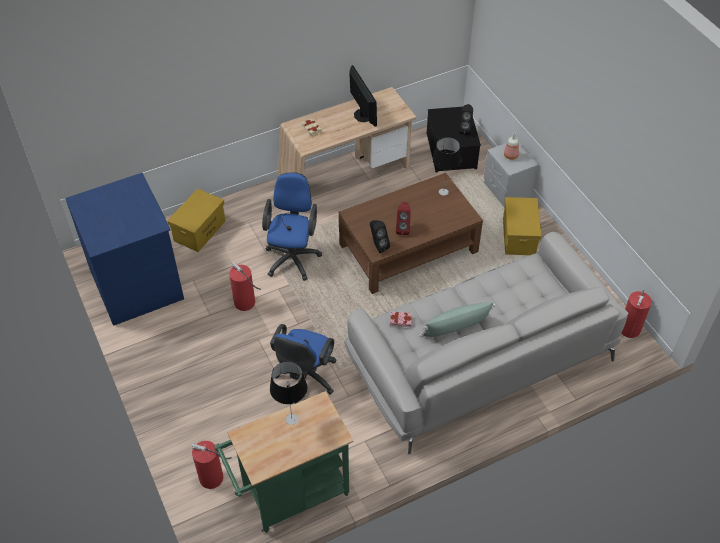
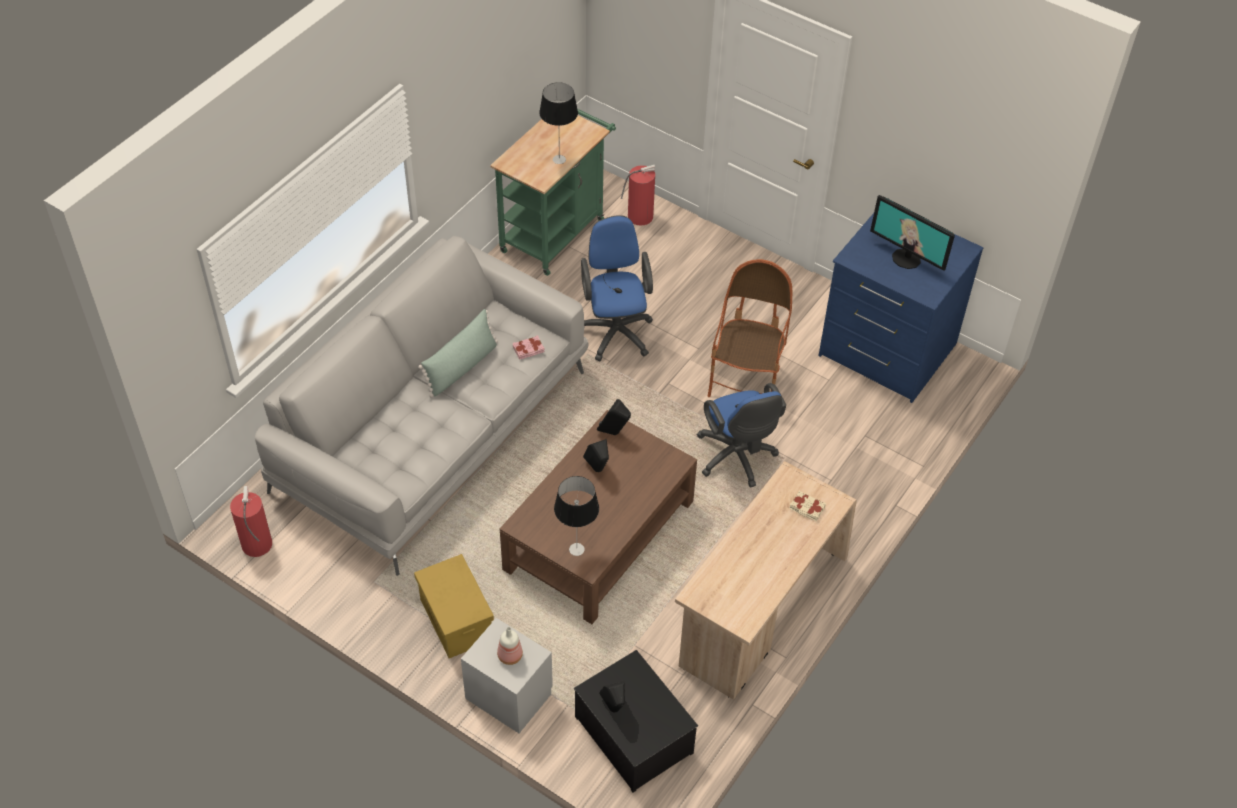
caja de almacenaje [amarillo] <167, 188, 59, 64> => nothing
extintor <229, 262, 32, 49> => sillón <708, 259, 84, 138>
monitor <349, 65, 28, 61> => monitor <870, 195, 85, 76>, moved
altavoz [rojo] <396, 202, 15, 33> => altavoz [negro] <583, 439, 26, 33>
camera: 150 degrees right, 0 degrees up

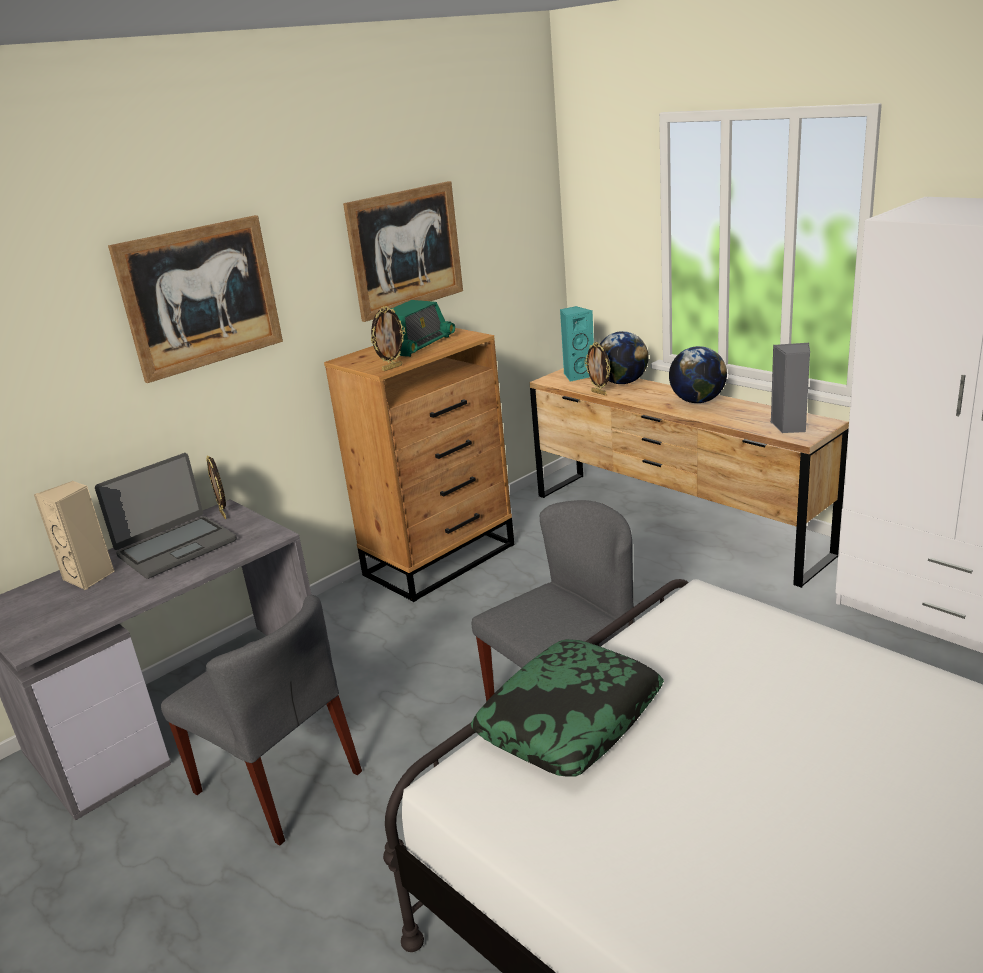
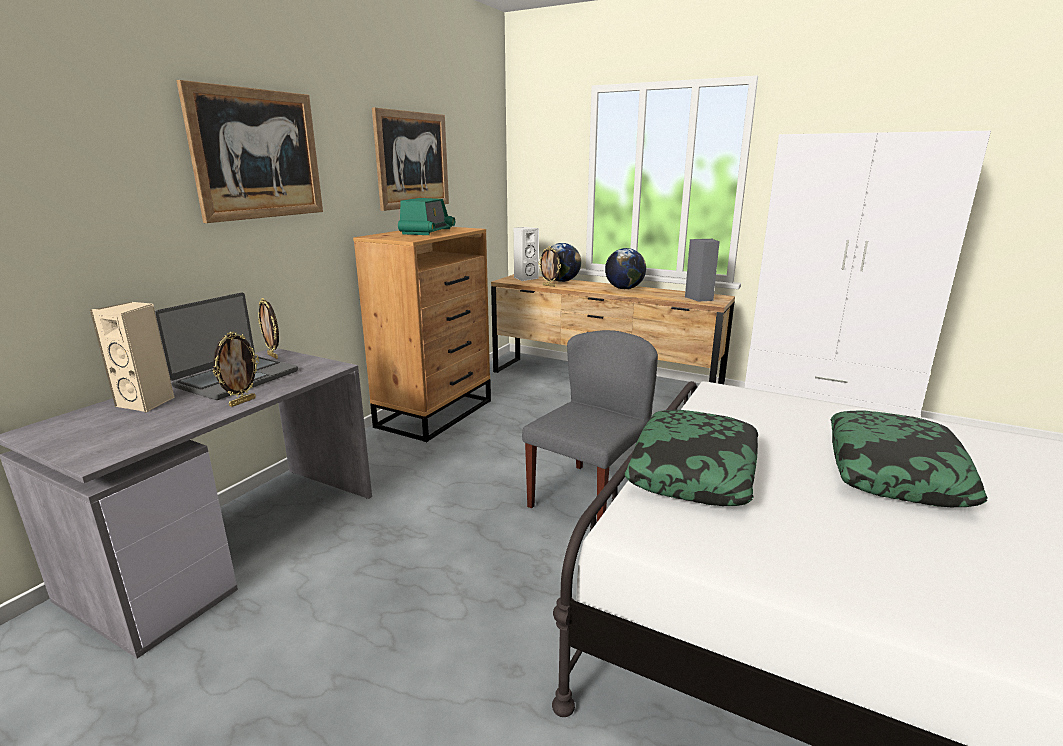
silla [gris] <161, 595, 201, 250> => nothing
portarretratos <371, 306, 35, 65> => portarretratos <213, 331, 46, 76>, moved
altavoz [turquesa] <560, 306, 34, 76> => altavoz [blanco] <514, 227, 25, 54>
nothing => cojín <830, 411, 157, 96>
camera: 20 degrees left, 5 degrees down

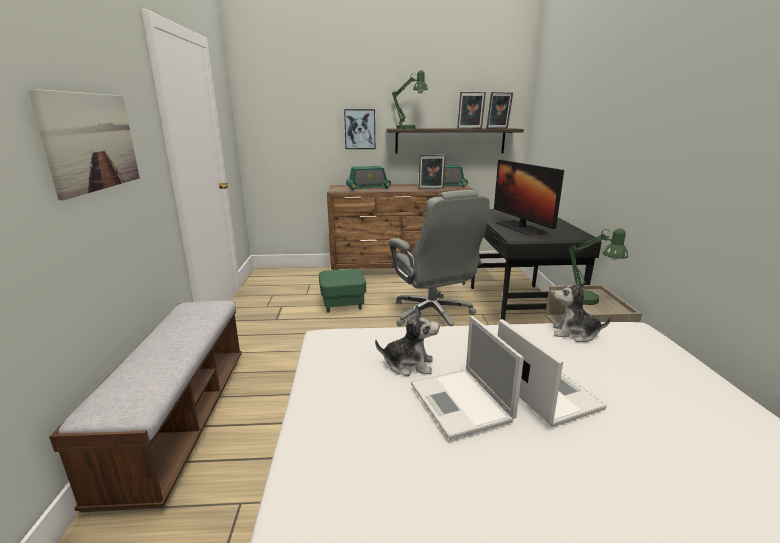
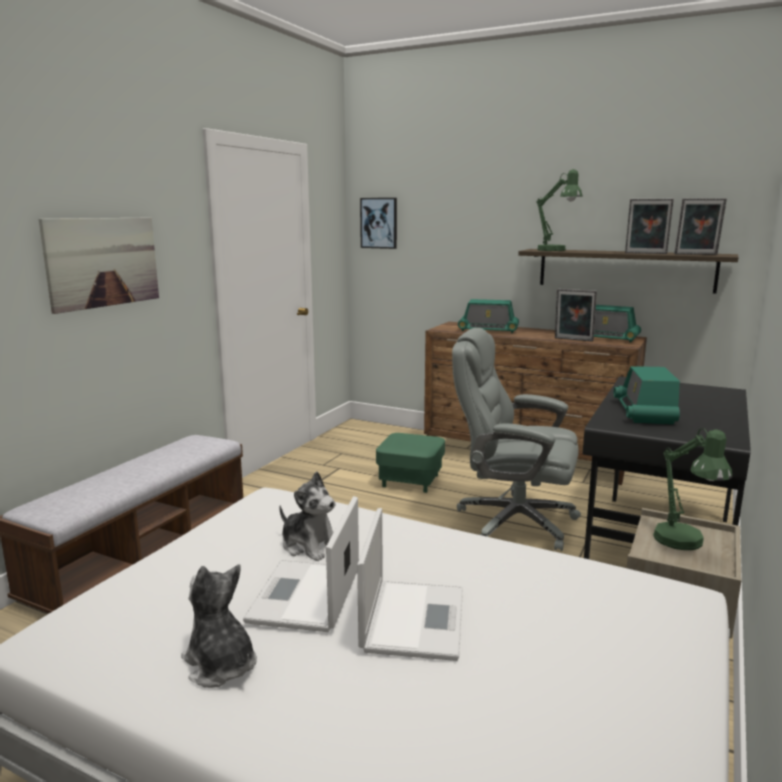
cuadro <344, 109, 31, 40> => cuadro <360, 198, 37, 51>, moved
silla de oficina [gris] <388, 190, 102, 136> => silla de oficina [gris] <452, 328, 129, 223>, 105 degrees clockwise
monitor <494, 160, 70, 76> => radio <614, 366, 66, 59>
peluche <553, 281, 58, 61> => peluche <181, 565, 76, 123>, moved
camera: 30 degrees right, 5 degrees down

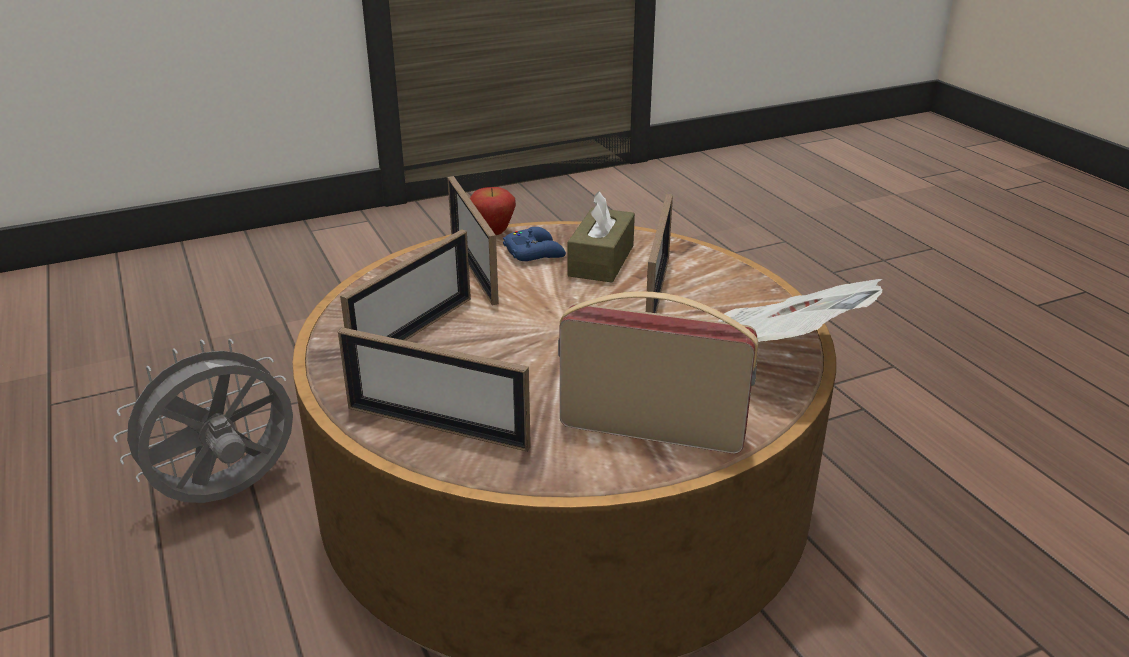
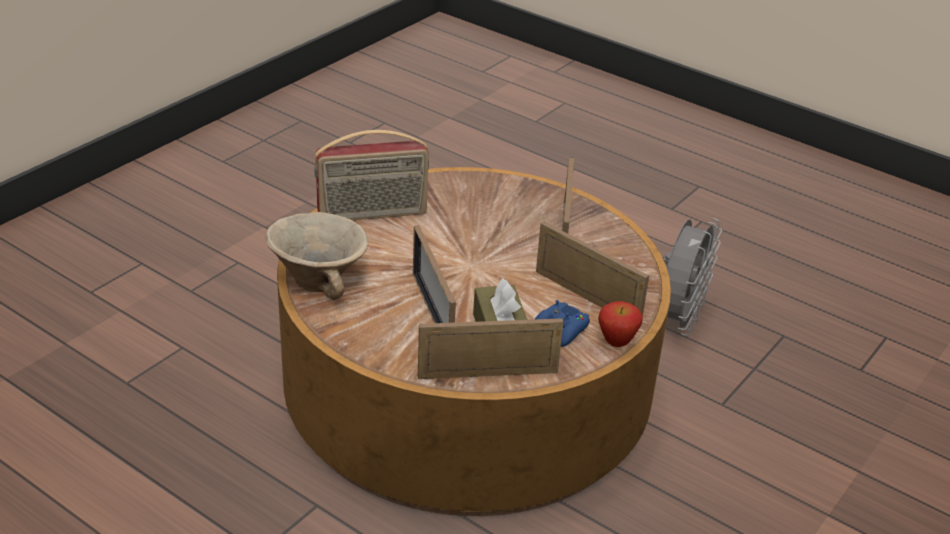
portarretratos <338, 327, 193, 125> => portarretratos <418, 318, 145, 61>, moved
periódico <719, 279, 164, 63> => cuenco [beis] <265, 212, 104, 88>
camera: 150 degrees right, 5 degrees up

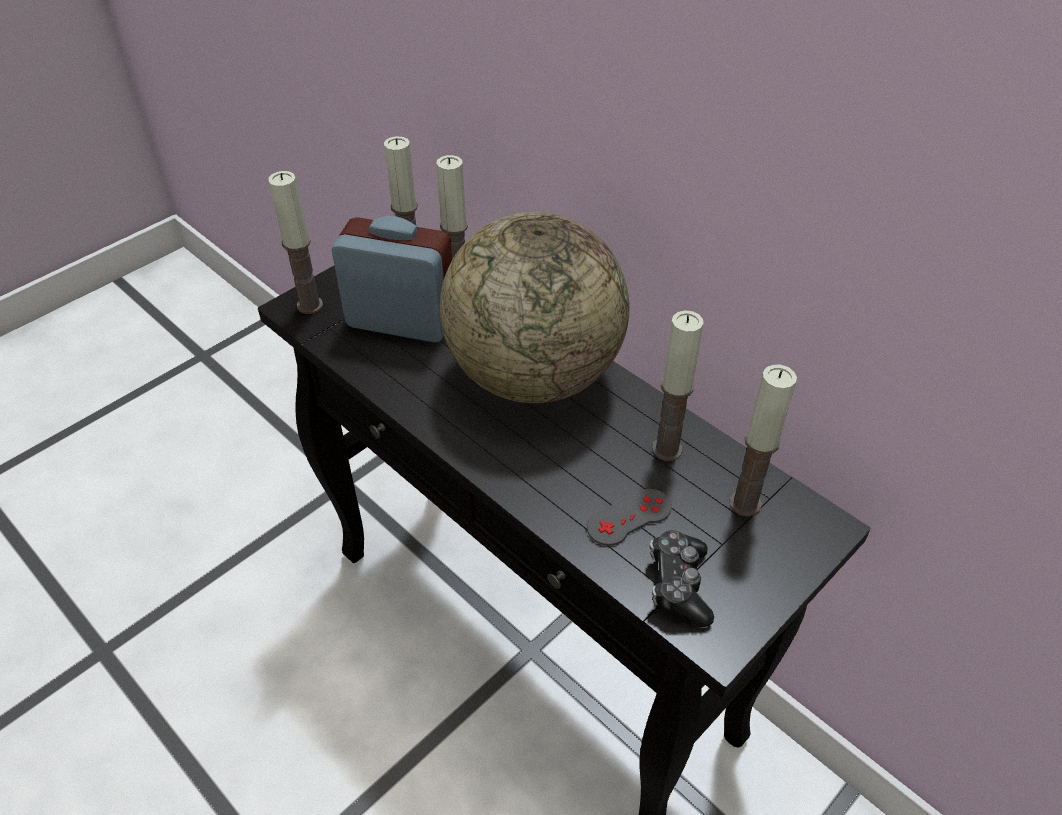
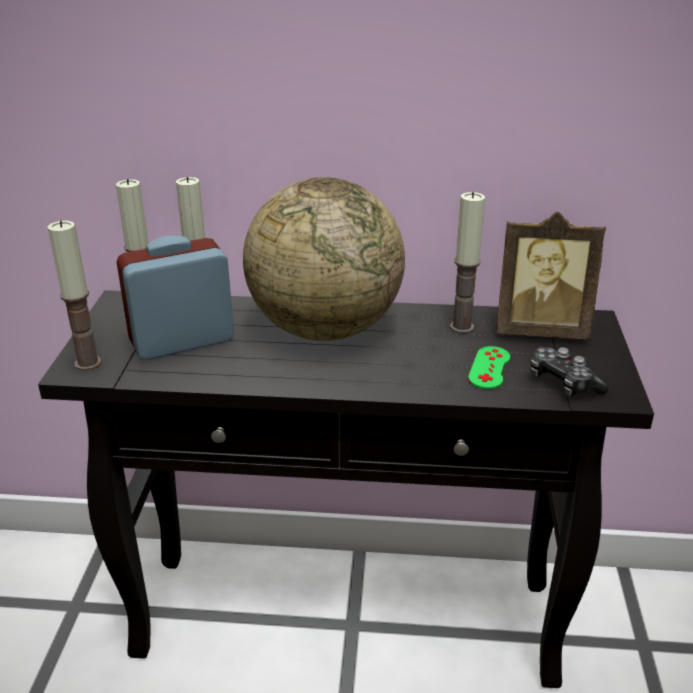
mando de consola [gris] <587, 489, 85, 57> => mando de consola [verde] <468, 346, 42, 43>
vela <730, 365, 67, 152> => portarretratos <496, 211, 110, 129>
camera: 40 degrees left, 15 degrees down

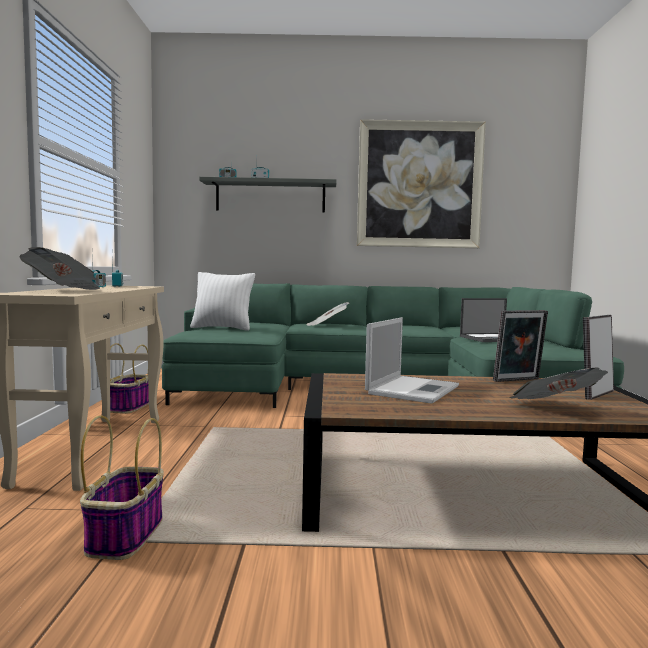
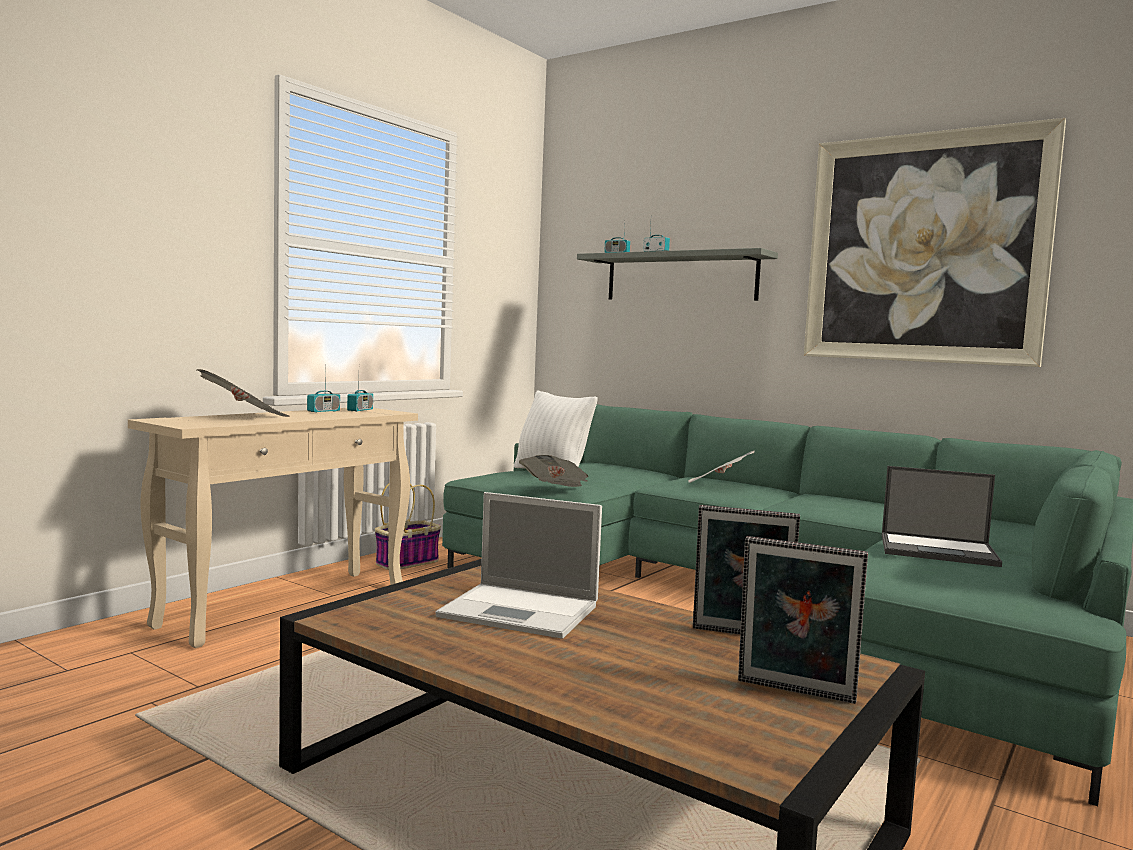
cesta <80, 415, 84, 145> => nothing
portátil <365, 317, 94, 87> => portátil <436, 492, 166, 147>, 45 degrees clockwise
periódico <509, 367, 99, 32> => periódico <519, 455, 69, 32>, moved
portarretratos <583, 315, 31, 85> => portarretratos <738, 536, 130, 168>, 150 degrees counterclockwise
camera: 35 degrees right, 0 degrees up

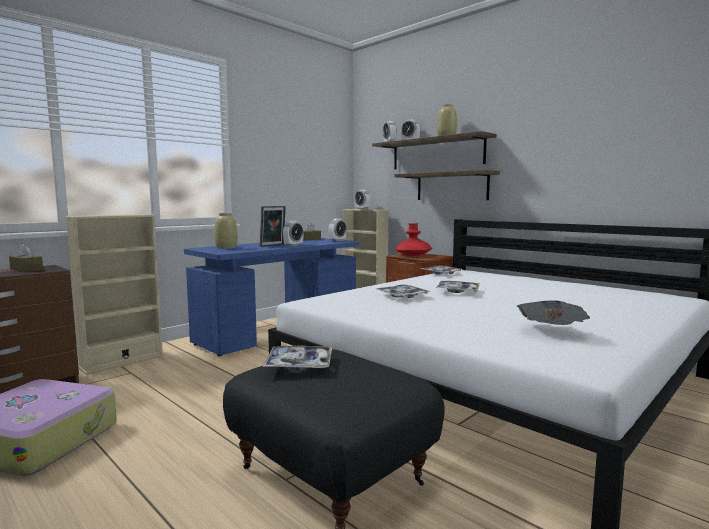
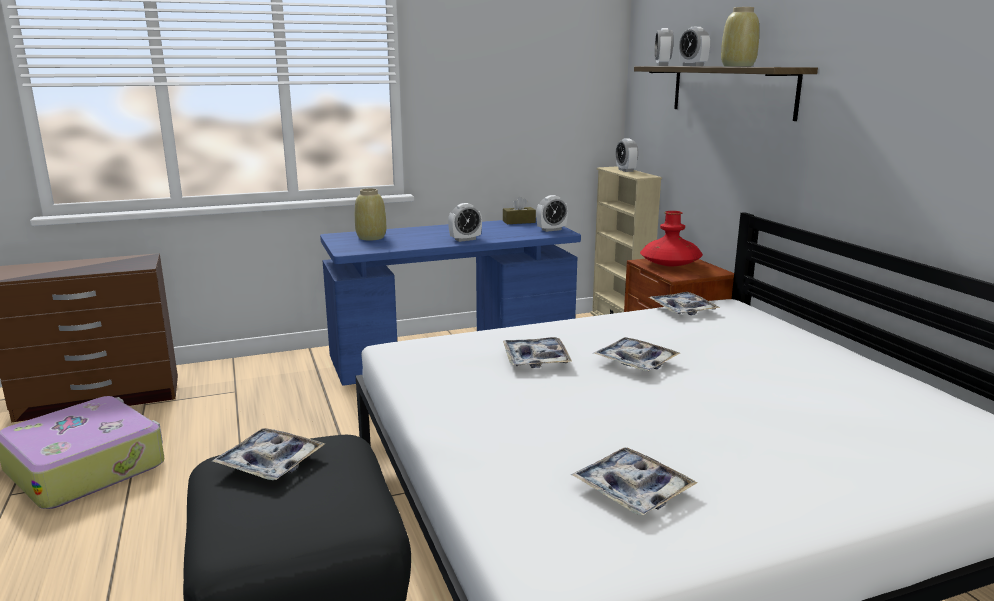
caja de pañuelos [marrón] <9, 243, 34, 29> => nothing
estantería [beis] <64, 214, 101, 161> => nothing
portarretratos <260, 206, 26, 41> => nothing
estante <395, 170, 105, 30> => nothing
periódico <517, 300, 73, 25> => bandeja <571, 447, 127, 68>
camera: 25 degrees right, 10 degrees up

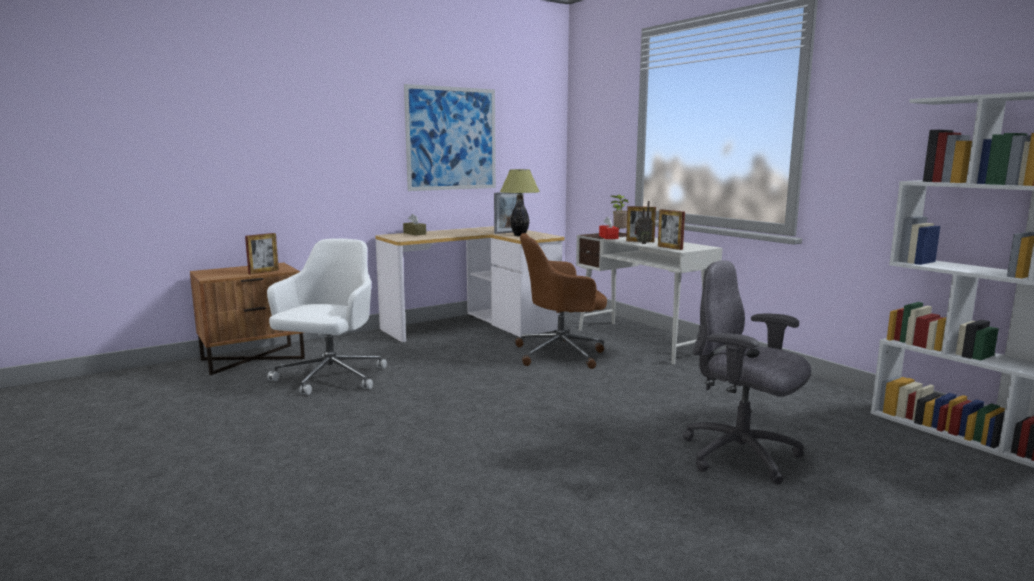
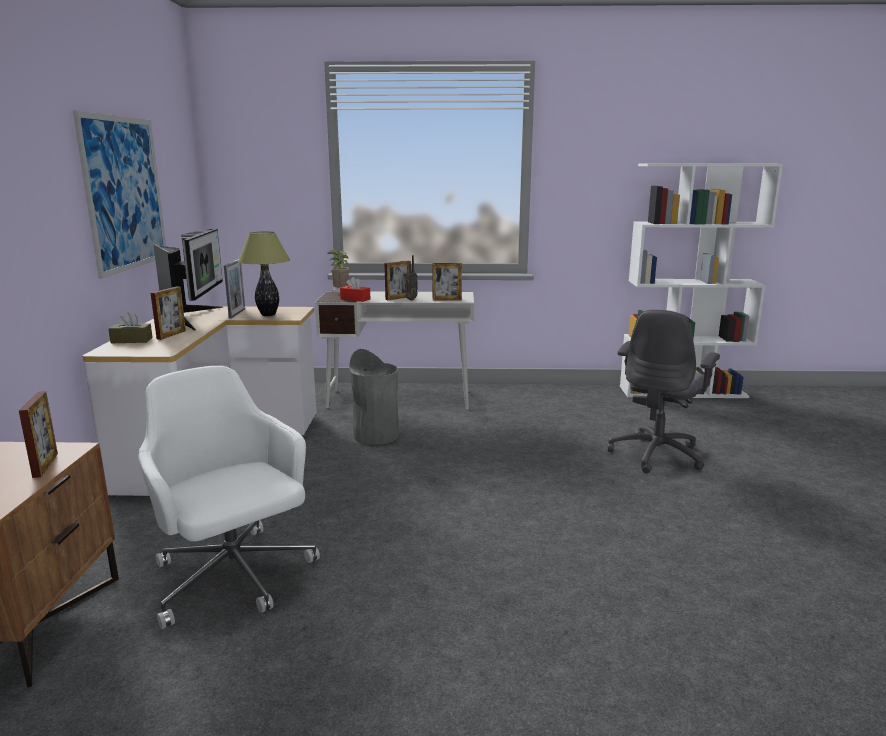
silla de oficina [marrón] <515, 233, 92, 136> => papelera [gris] <349, 349, 50, 96>
silla de oficina [gris] <683, 260, 128, 225> => silla de oficina [gris] <608, 309, 112, 164>, 45 degrees counterclockwise
nothing => portarretratos <151, 286, 35, 54>
nothing => monitor <153, 229, 70, 102>
camera: 55 degrees left, 5 degrees up

